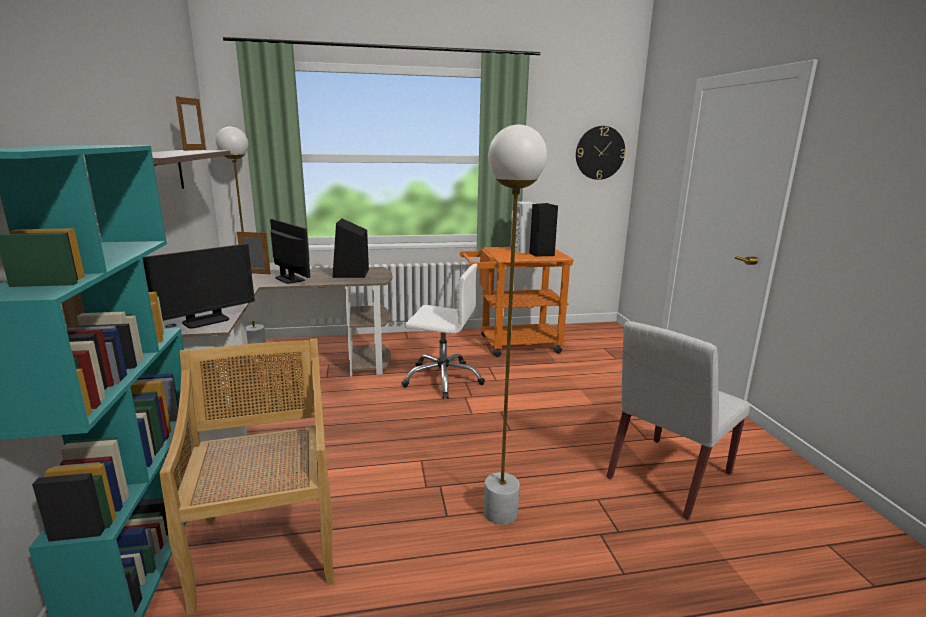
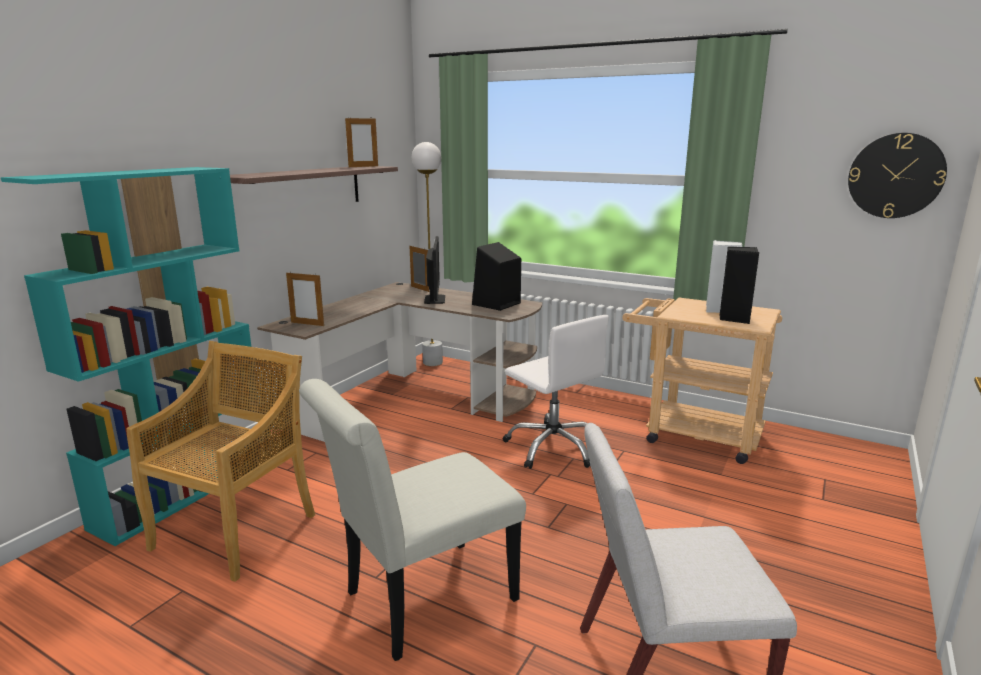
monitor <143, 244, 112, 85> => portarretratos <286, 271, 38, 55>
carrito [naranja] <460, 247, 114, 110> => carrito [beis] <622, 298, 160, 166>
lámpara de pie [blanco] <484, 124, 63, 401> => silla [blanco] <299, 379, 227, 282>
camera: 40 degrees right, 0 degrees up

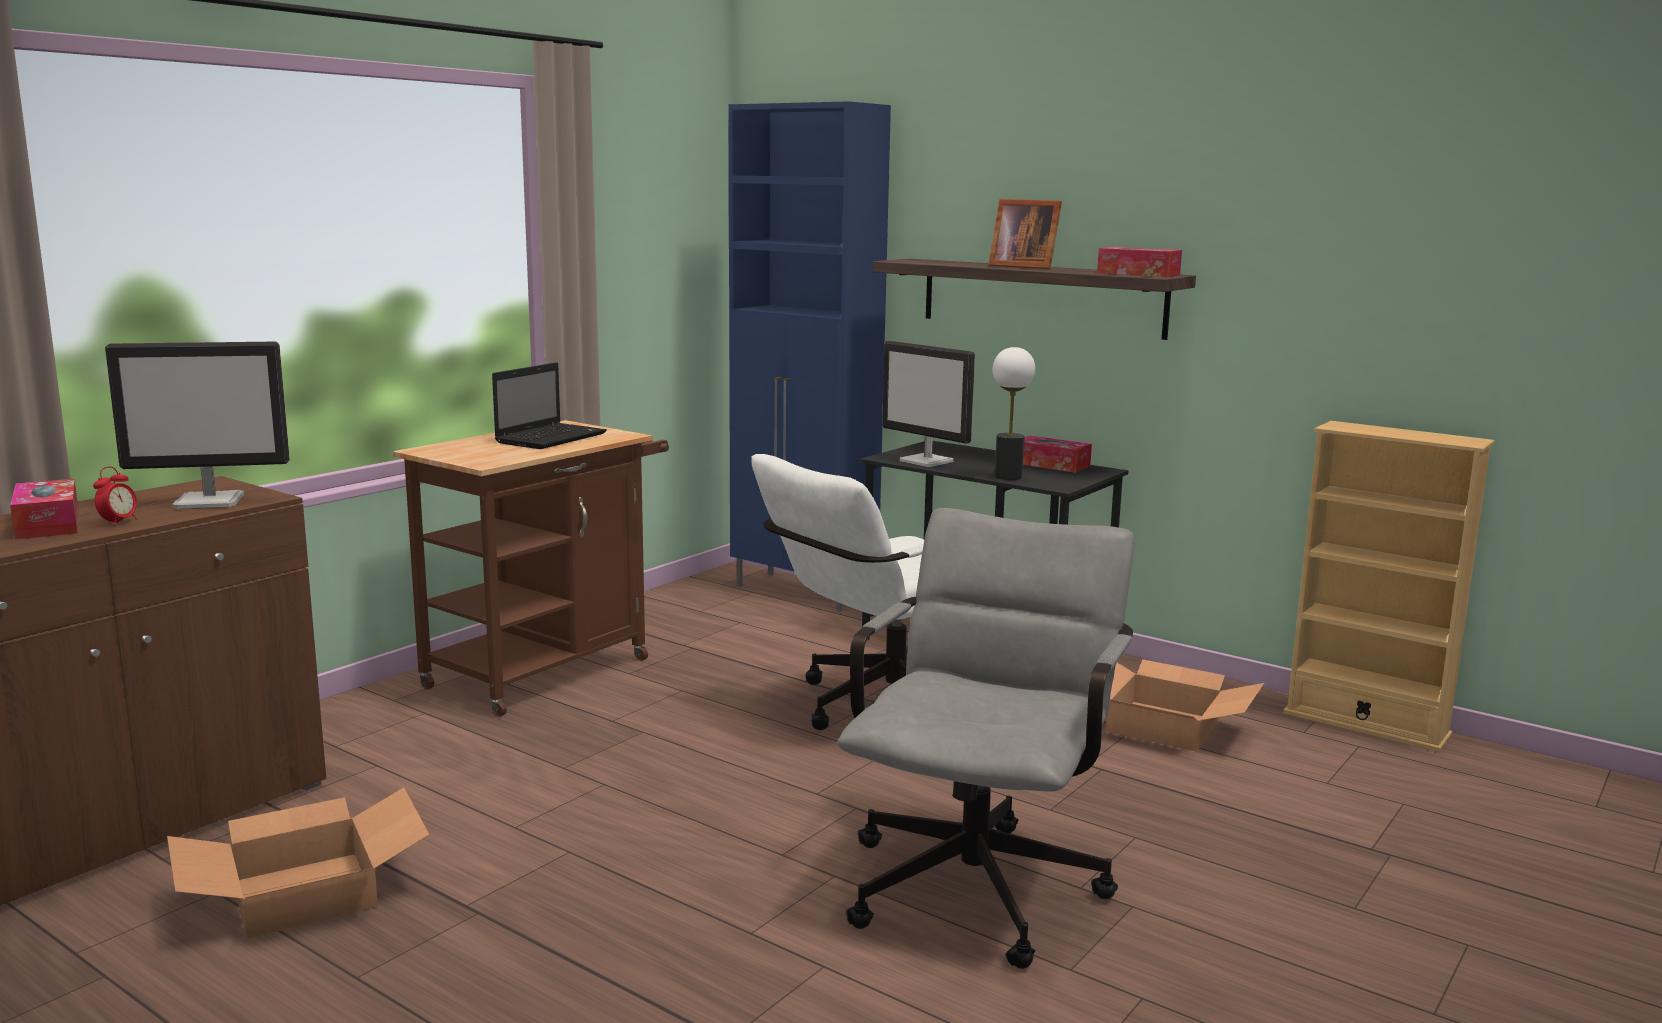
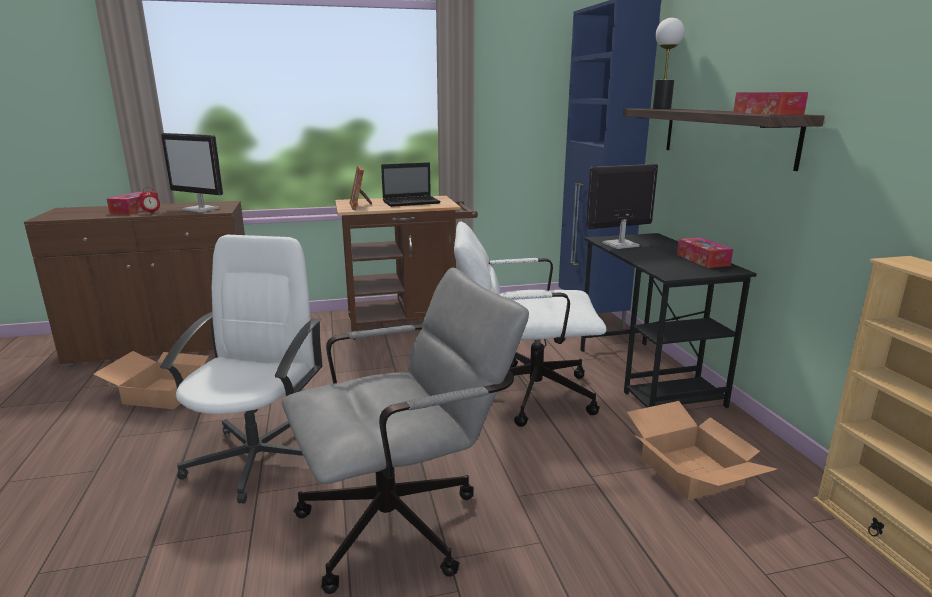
monitor <882, 341, 93, 126> => monitor <586, 164, 72, 85>, 75 degrees clockwise
portarretratos <988, 199, 74, 70> => portarretratos <350, 165, 22, 45>, moved
lámpara de mesa <993, 347, 42, 133> => lámpara de mesa <653, 18, 32, 91>, moved
nothing => silla de oficina [blanco] <160, 235, 163, 269>
camera: 40 degrees right, 5 degrees up

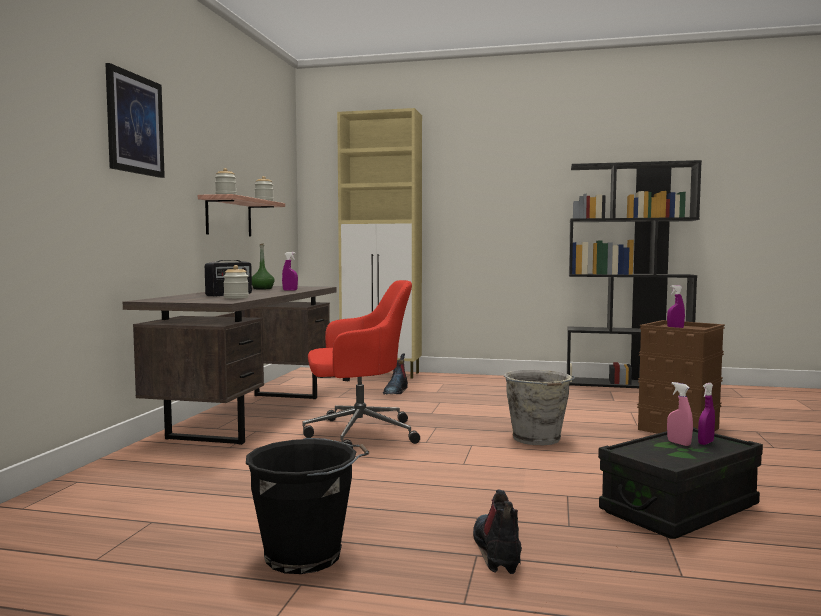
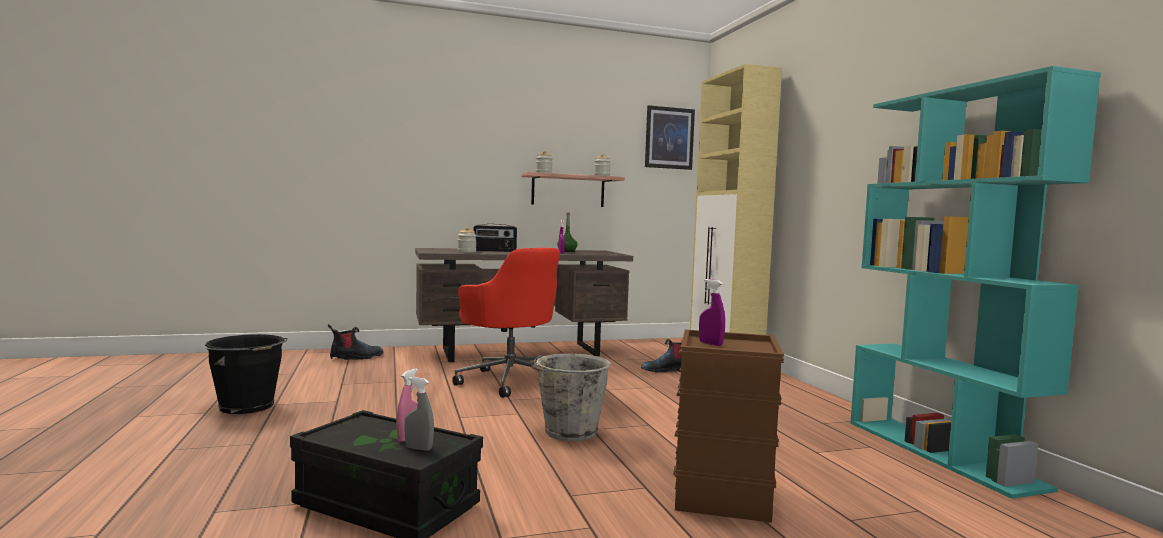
cuadro <105, 63, 60, 115> => cuadro <645, 105, 50, 65>, moved
bota <473, 489, 49, 85> => bota <328, 324, 56, 36>, moved
estantería [negro] <567, 160, 135, 228> => estantería [turquesa] <850, 66, 251, 433>
pulverizador [morado] <698, 383, 17, 62> => pulverizador [gris] <404, 377, 30, 74>
camera: 60 degrees right, 0 degrees up

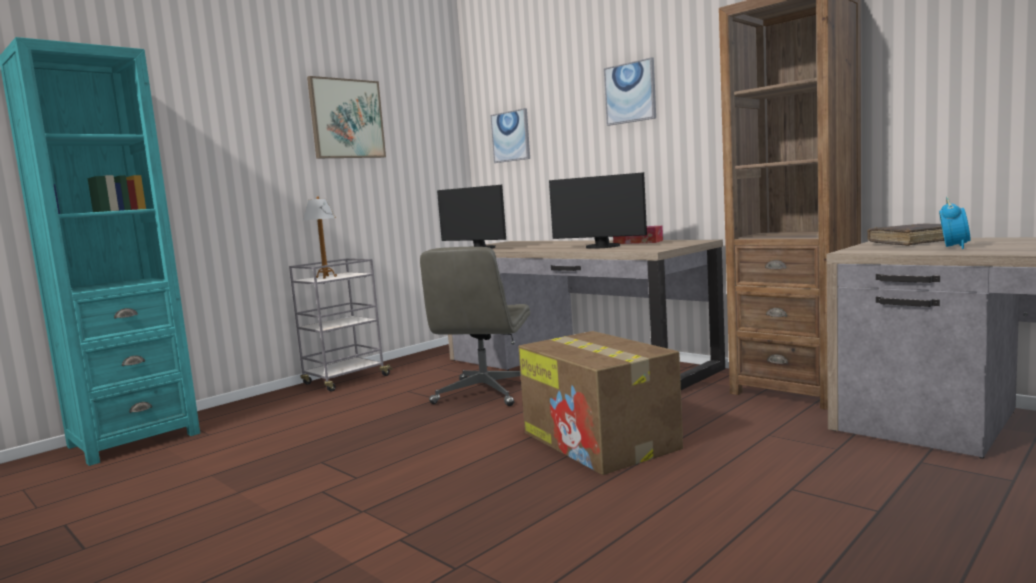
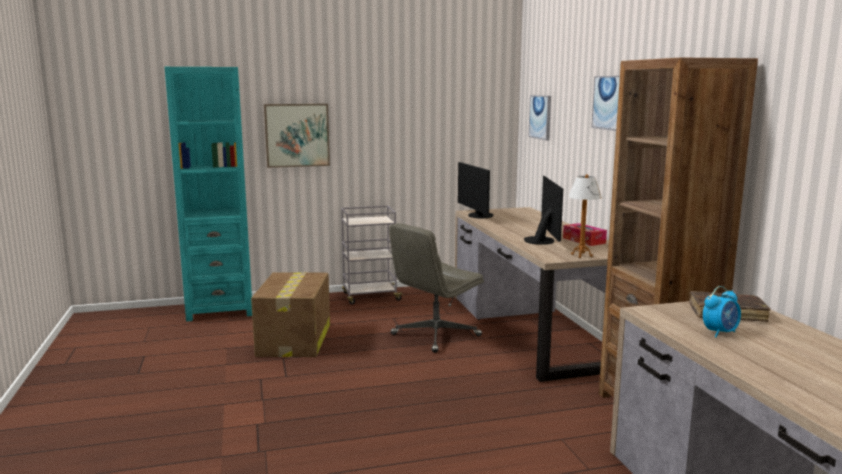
lámpara de mesa <303, 196, 34, 83> => lámpara de mesa <568, 174, 34, 84>, moved
cuadro <307, 76, 79, 82> => cuadro <264, 104, 66, 64>, moved
caja de cartón <518, 331, 165, 144> => caja de cartón <251, 272, 79, 85>, moved
monitor <549, 172, 98, 77> => monitor <524, 176, 39, 69>, 150 degrees counterclockwise
camera: 30 degrees right, 5 degrees up

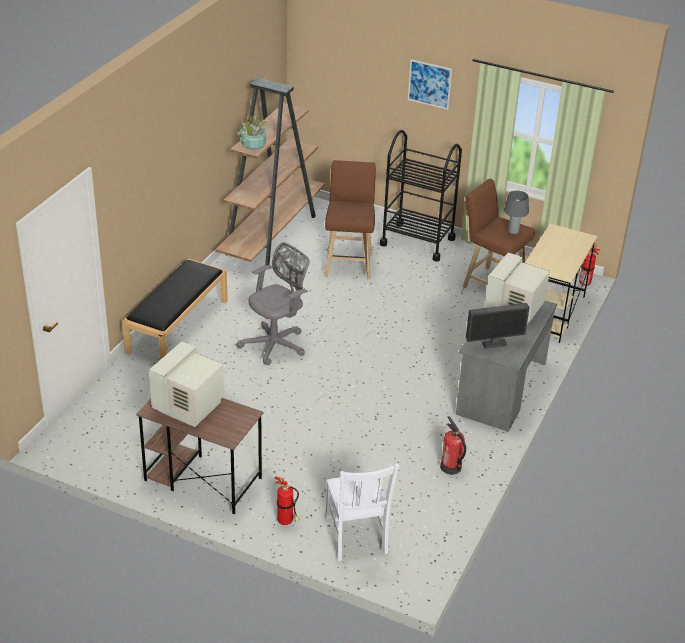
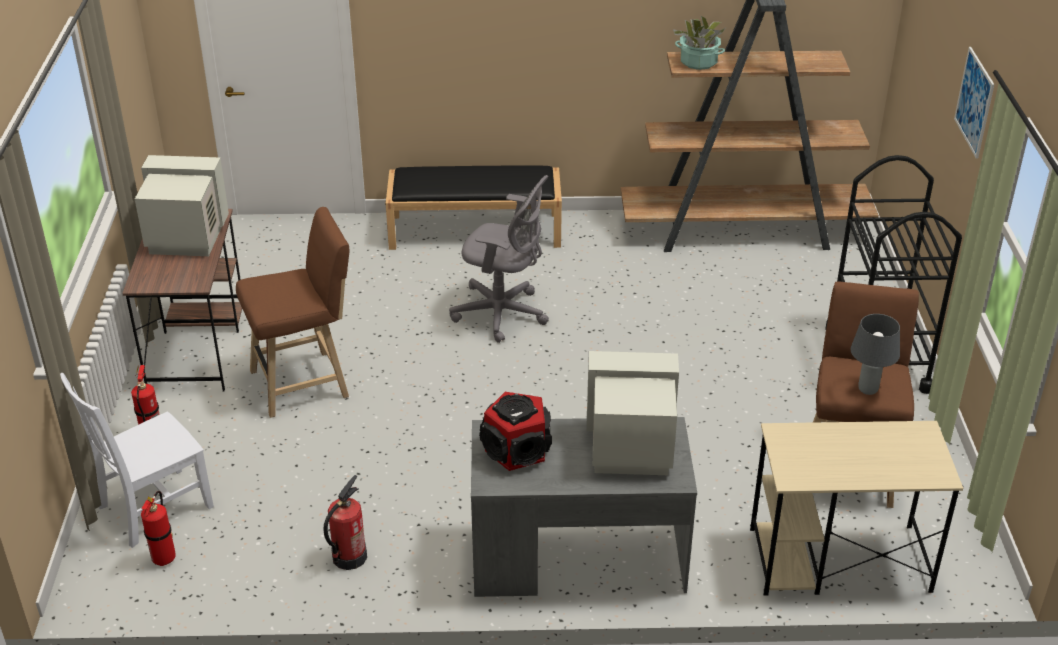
taburete [marrón] <324, 160, 52, 119> => taburete [marrón] <236, 207, 113, 211>, moved
monitor <466, 303, 64, 46> => altavoz <479, 392, 73, 79>
extintor <577, 245, 23, 41> => extintor <141, 491, 35, 75>, moved
camera: 65 degrees right, 0 degrees up

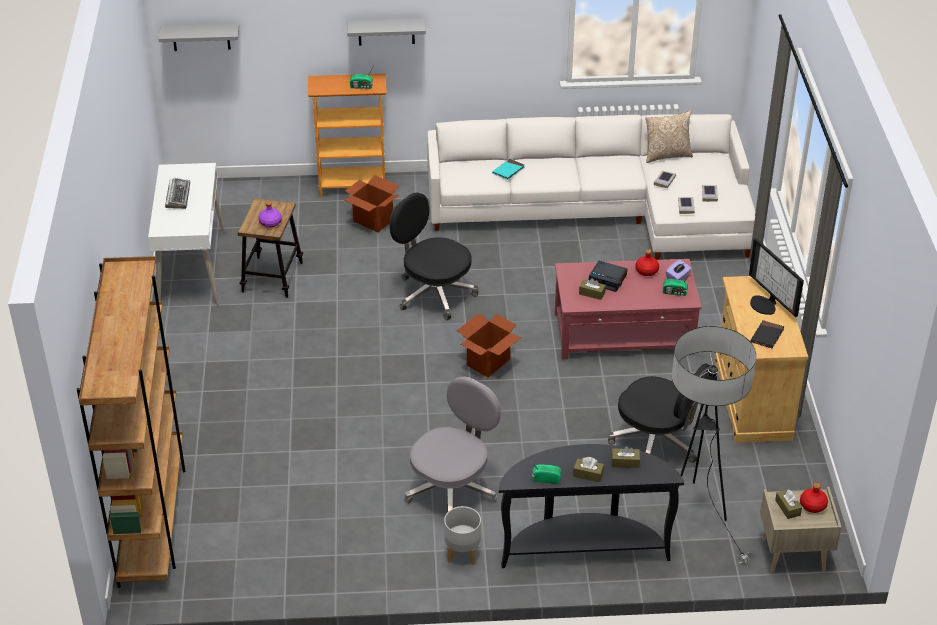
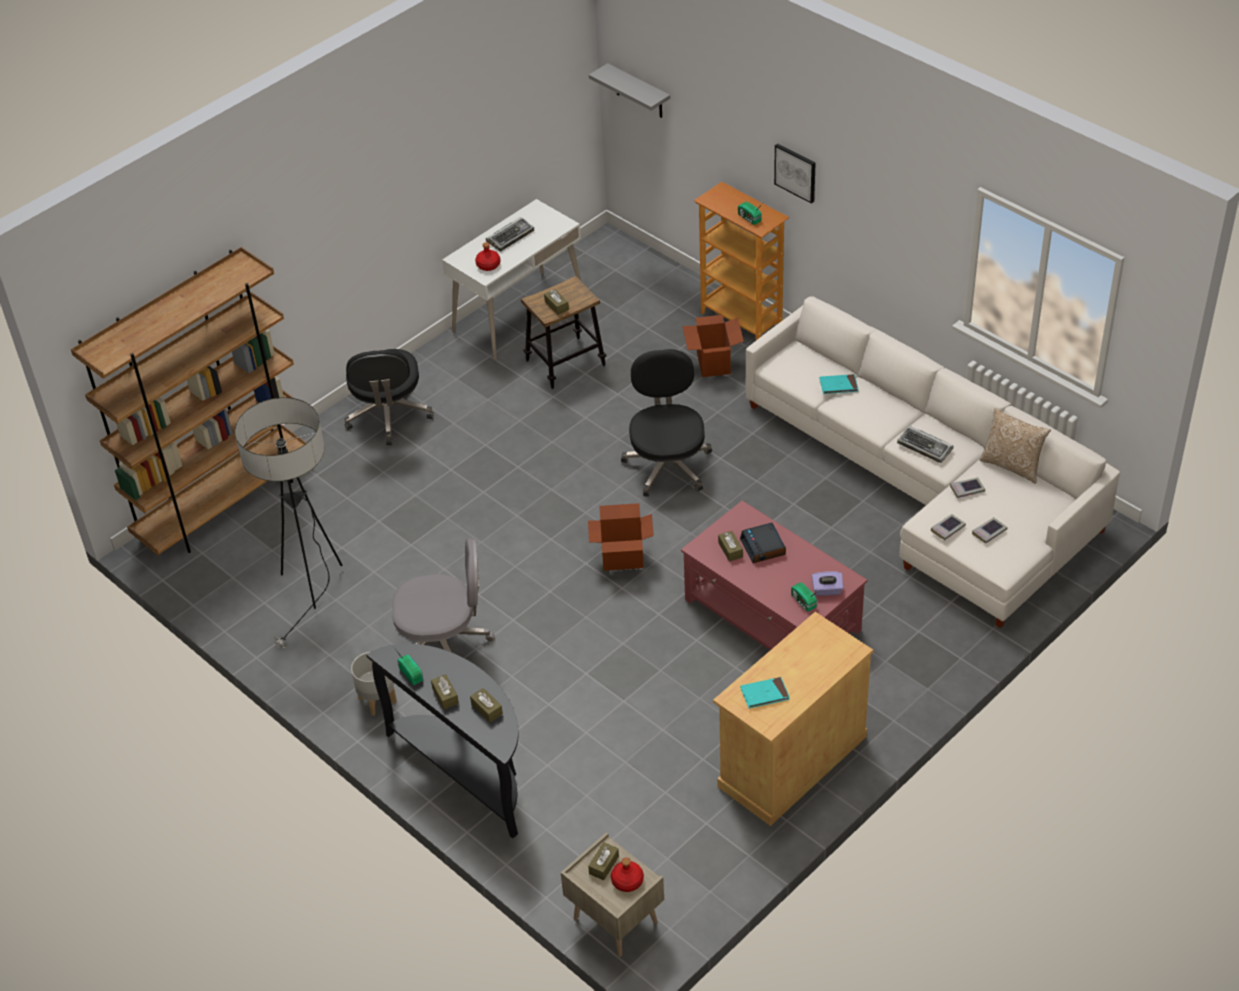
botella [morado] <258, 201, 24, 27> => caja de pañuelos [marrón] <544, 289, 25, 26>
estante [gris] <347, 18, 79, 28> => cuadro <774, 144, 42, 60>
silla de oficina [negro] <608, 363, 102, 100> => silla de oficina [negro] <344, 349, 90, 96>, moved
botella [rojo] <636, 249, 23, 27> => botella [rojo] <475, 242, 25, 29>, moved
lámpara de pie <672, 326, 84, 238> => lámpara de pie <235, 397, 108, 252>, moved
monitor <749, 238, 55, 79> => nothing
libro [negro] <751, 320, 33, 28> => libro [turquesa] <740, 677, 50, 32>
nothing => teclado <897, 425, 56, 38>
camera: 50 degrees right, 5 degrees up

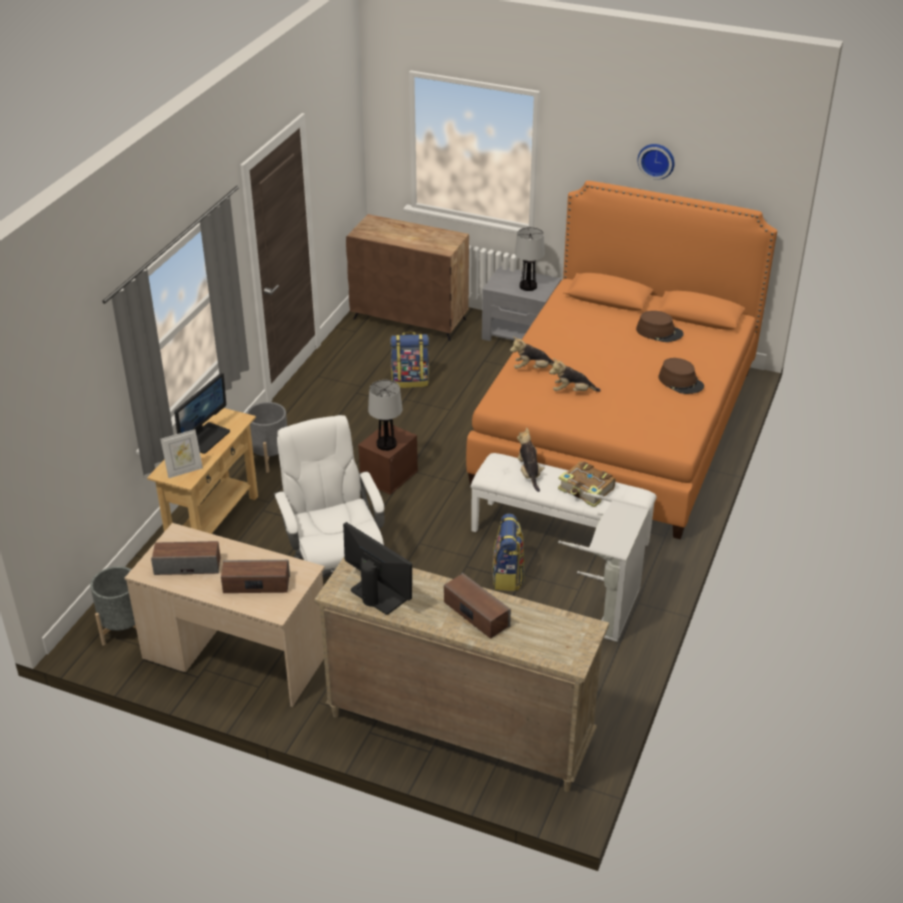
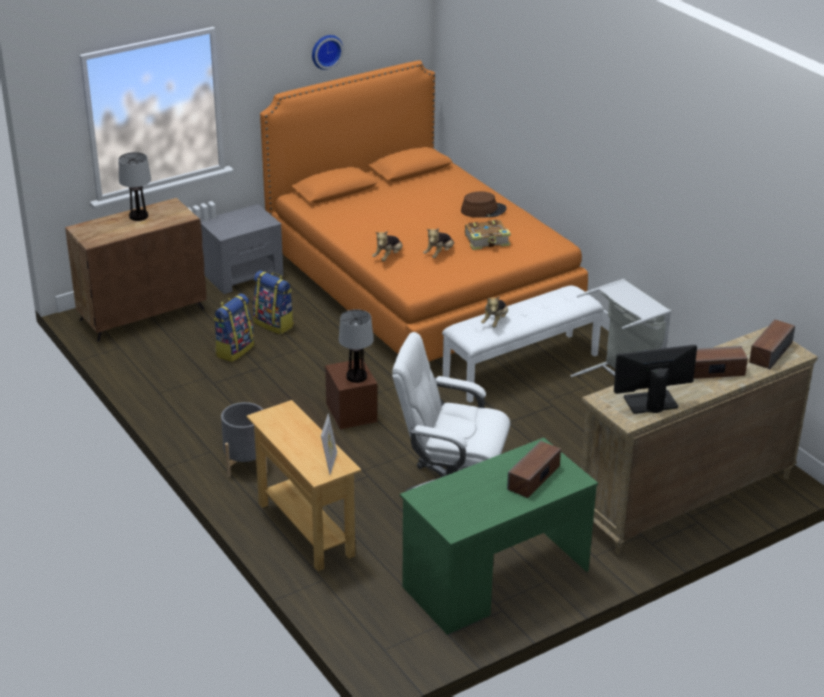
maceta [gris] <90, 566, 46, 80> => nothing
escritorio [beis] <124, 523, 201, 184> => escritorio [verde] <400, 437, 198, 198>
altavoz <151, 541, 70, 34> => altavoz <749, 319, 46, 51>, moved
monitor <174, 373, 56, 81> => nothing
mochila <492, 514, 33, 77> => mochila <253, 270, 41, 65>, moved
lámpara de mesa <515, 227, 30, 64> => lámpara de mesa <119, 152, 32, 69>, moved
peluche <517, 428, 27, 64> => peluche <481, 297, 27, 31>, 90 degrees counterclockwise
libro <558, 461, 57, 47> => libro <465, 220, 46, 30>, moved
sombrero [marrón] <636, 311, 48, 31> => nothing
camera: 55 degrees left, 5 degrees down

